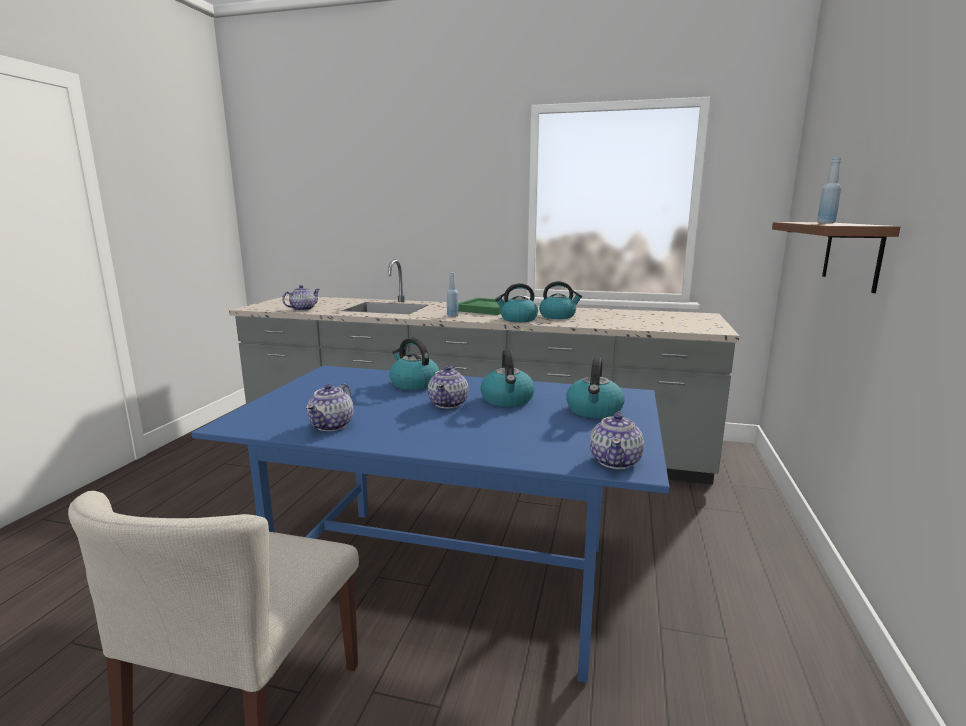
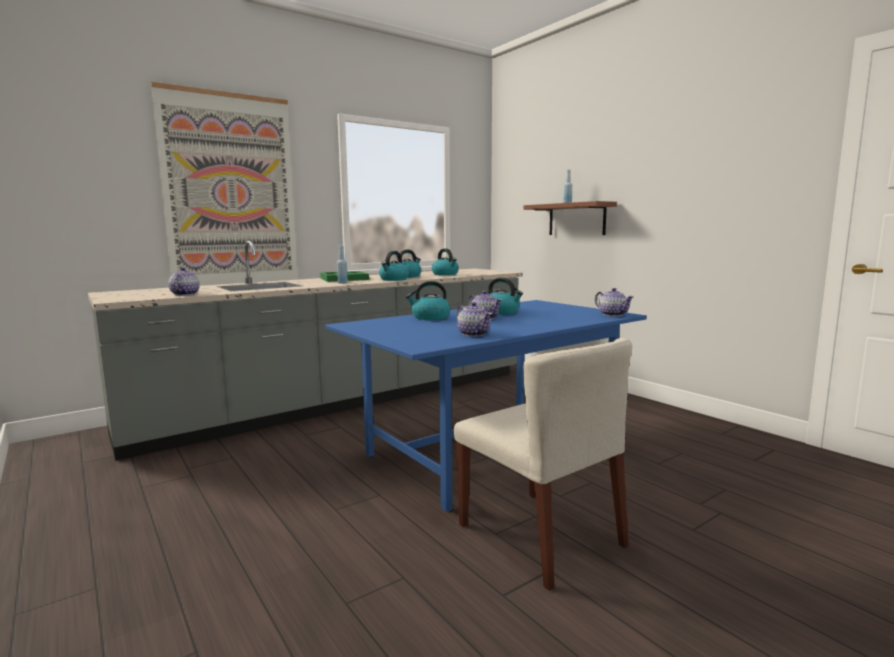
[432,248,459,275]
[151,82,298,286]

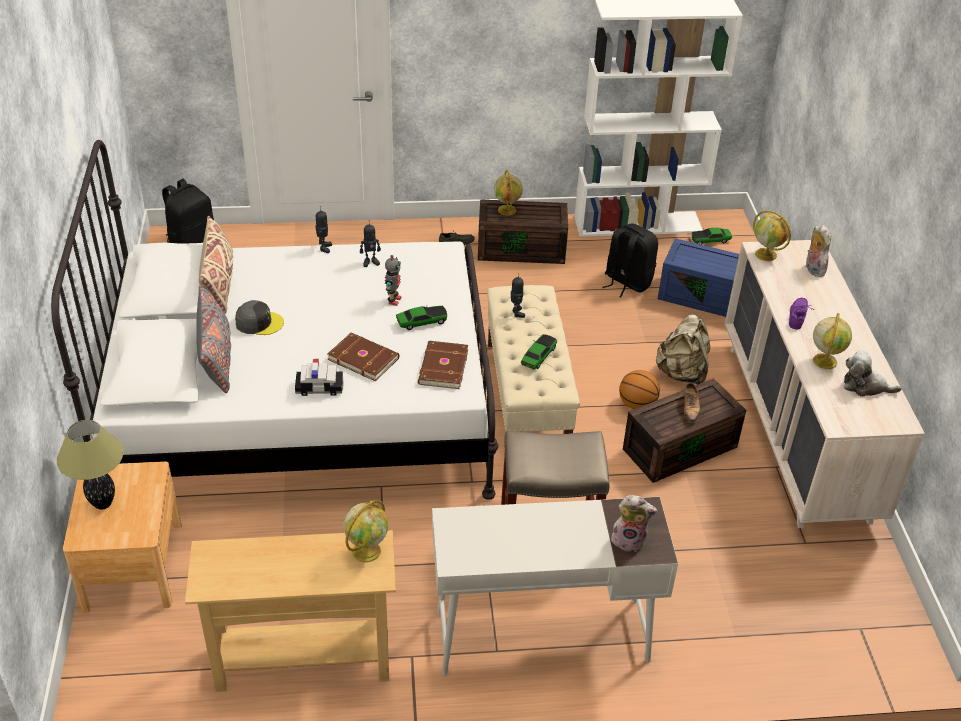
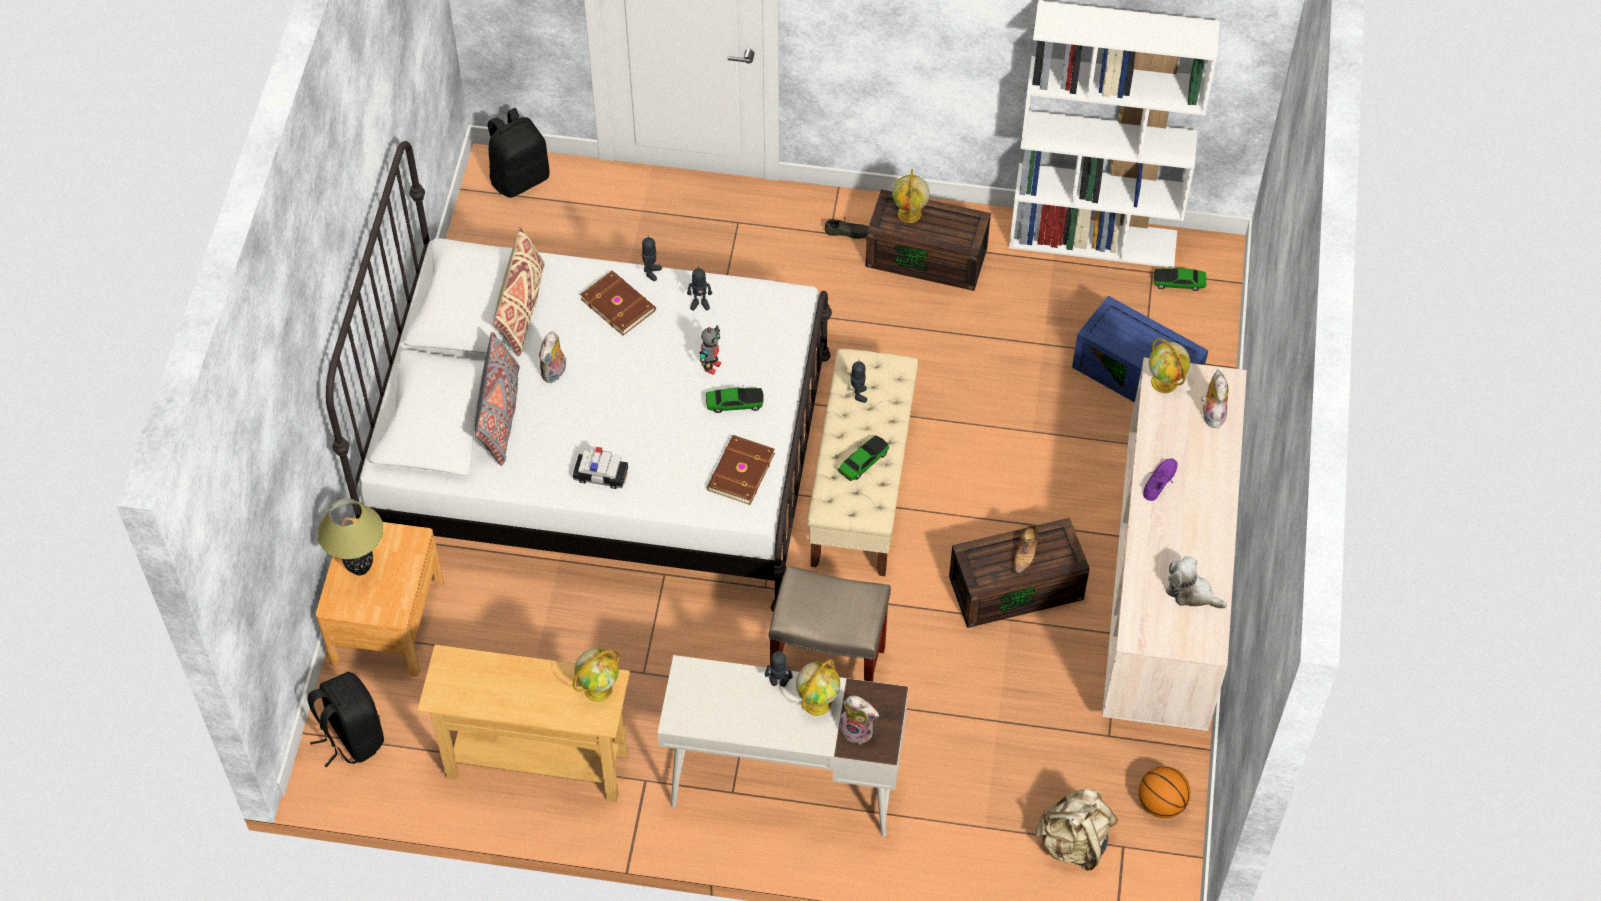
[307,672,384,768]
[539,331,567,383]
[796,659,840,716]
[1035,789,1118,871]
[580,271,656,335]
[1139,766,1191,818]
[765,651,793,687]

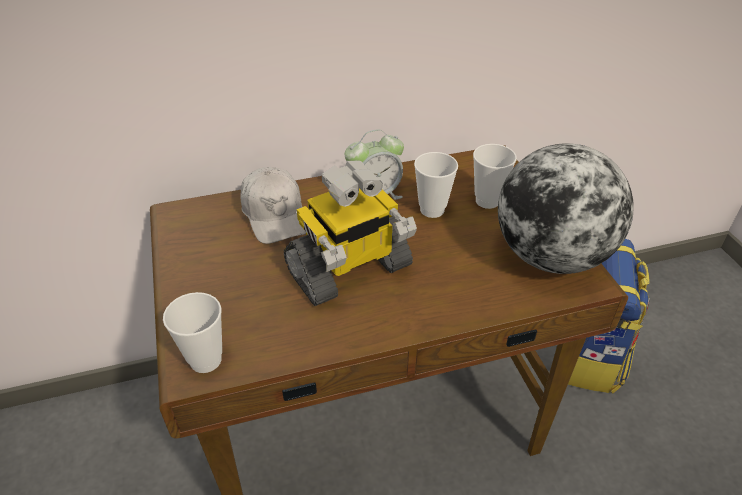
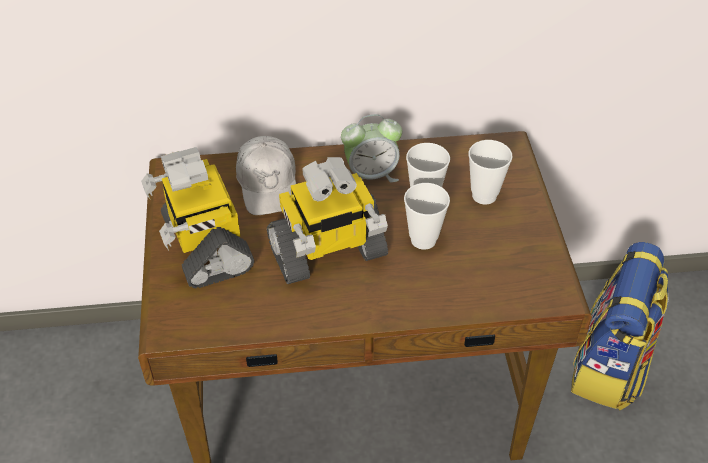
[498,143,634,274] (first image)
[404,183,450,250]
[141,147,254,289]

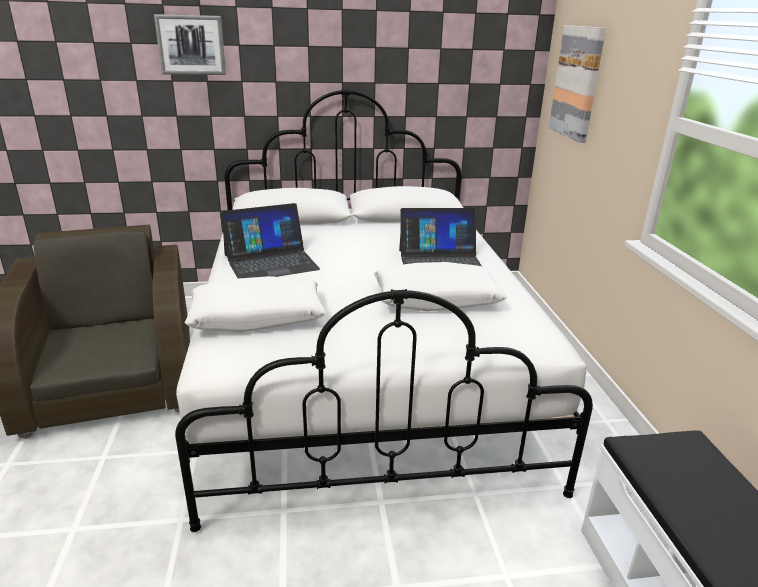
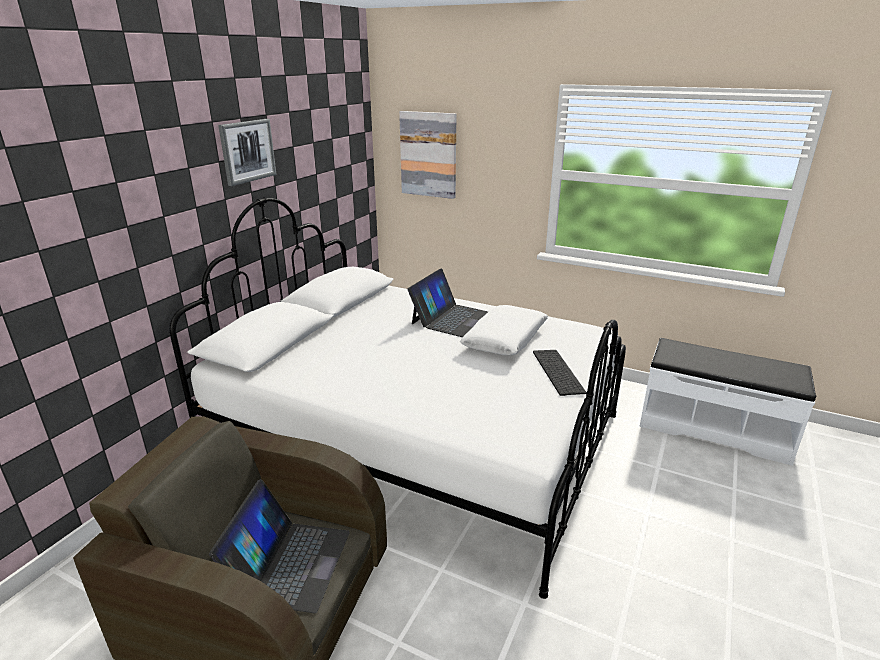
[218,119,277,186]
[209,479,350,613]
[185,276,326,332] (first image)
[533,350,586,396]

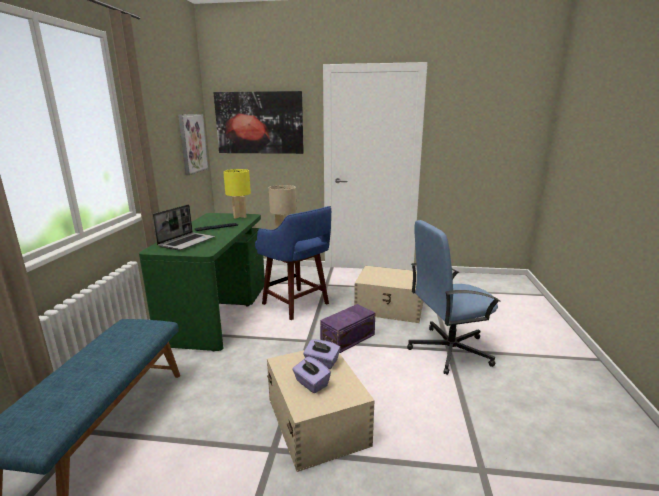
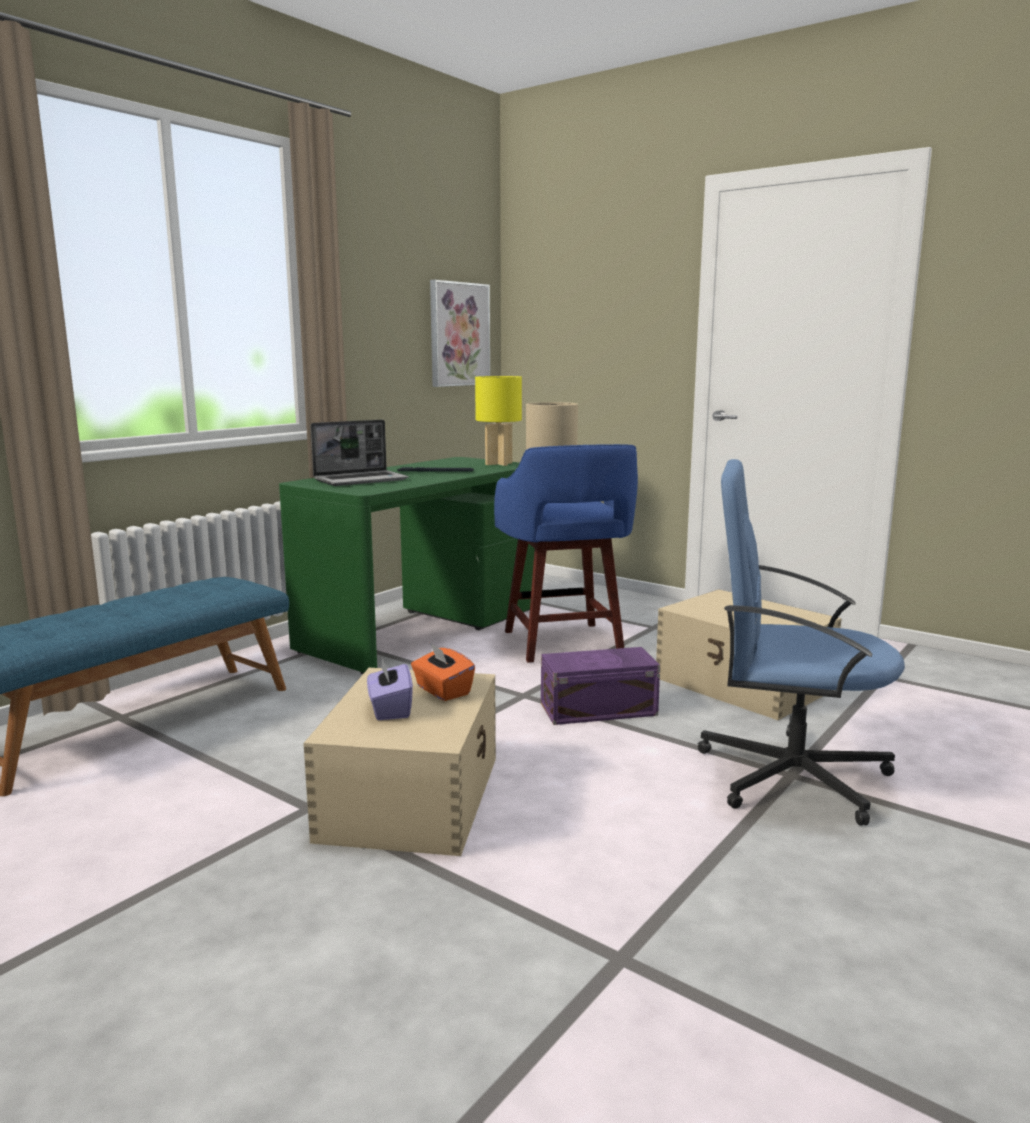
[213,91,304,154] (first image)
[411,643,475,701]

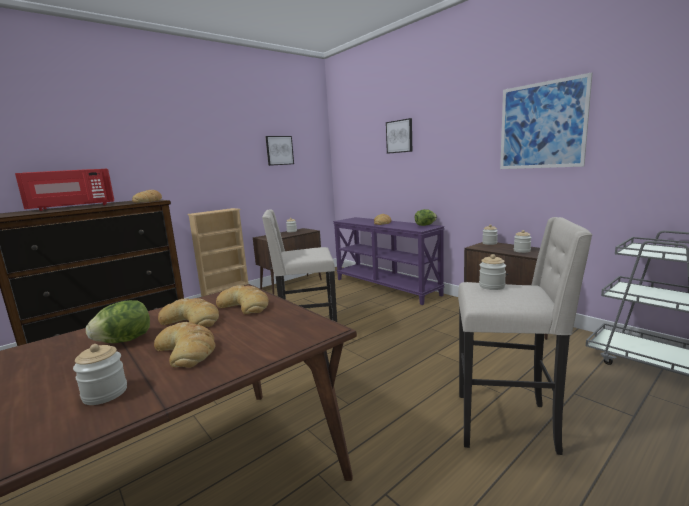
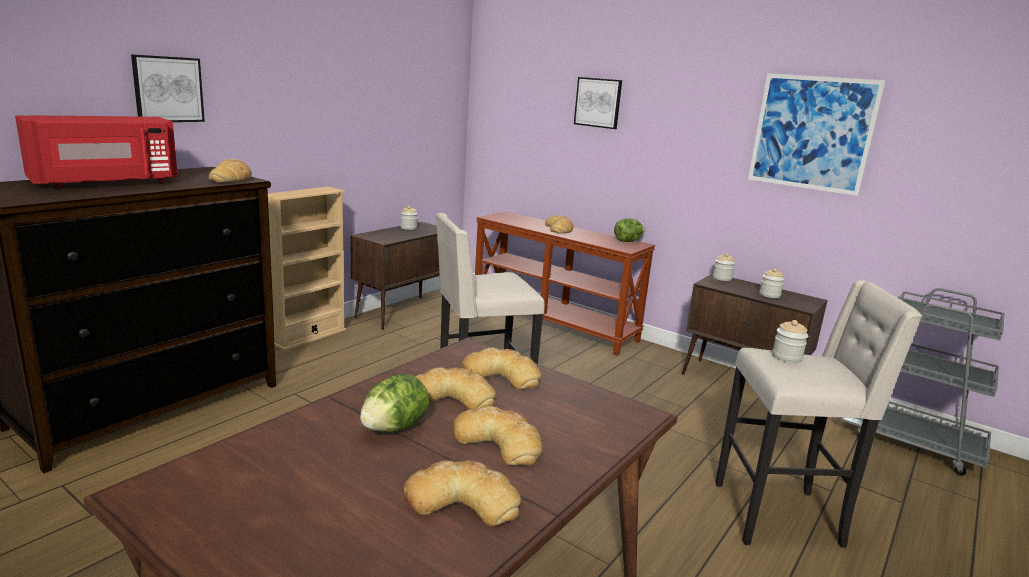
[131,54,205,122]
[475,212,656,356]
[404,460,521,526]

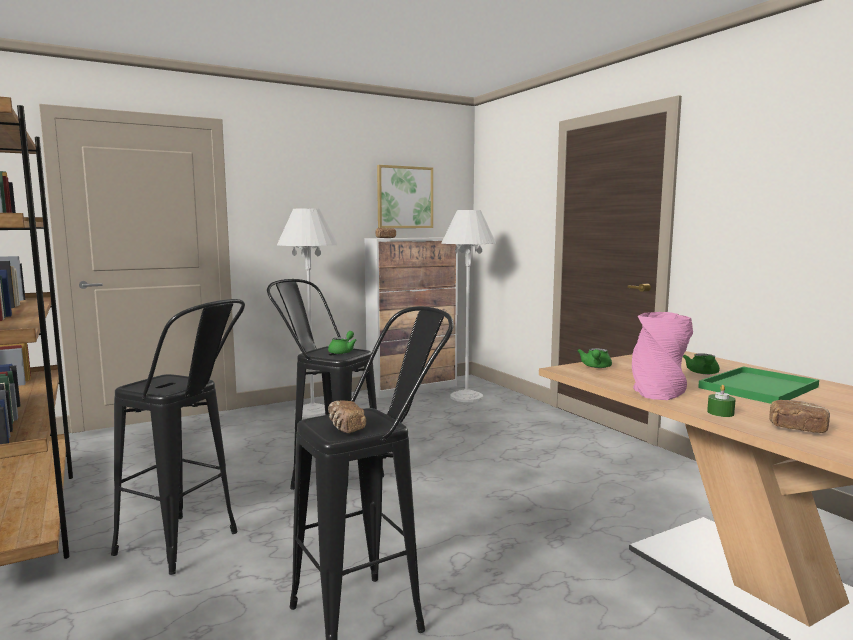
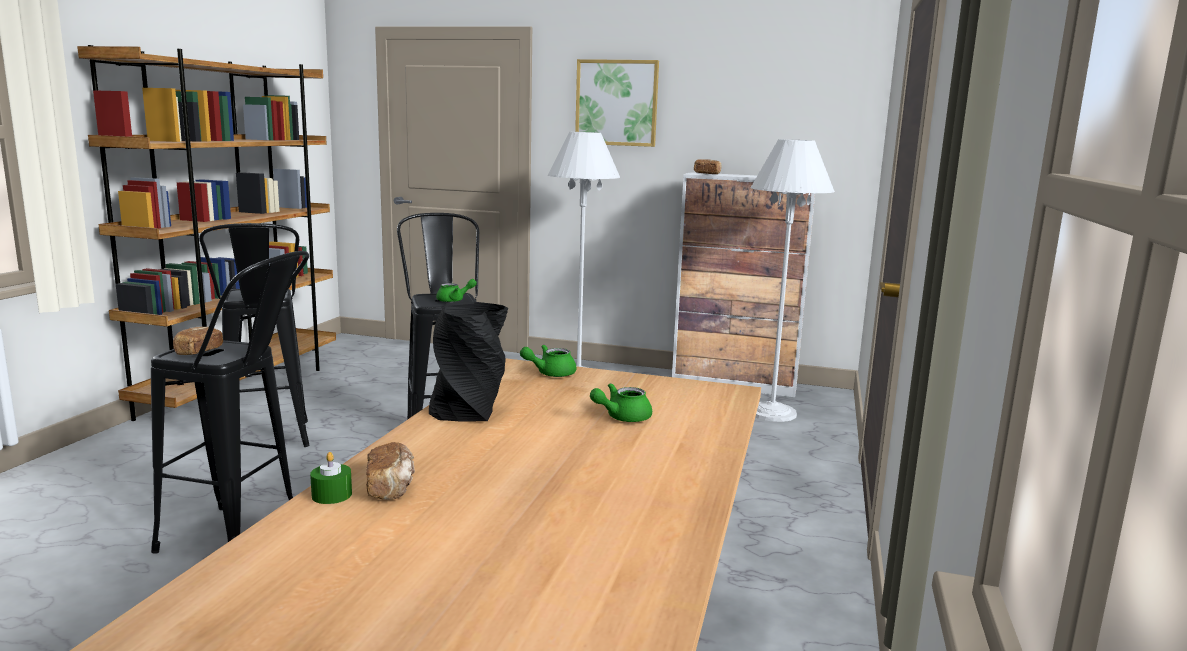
[575,59,659,147]
[429,302,508,421]
[698,366,819,404] (first image)
[310,452,352,504]

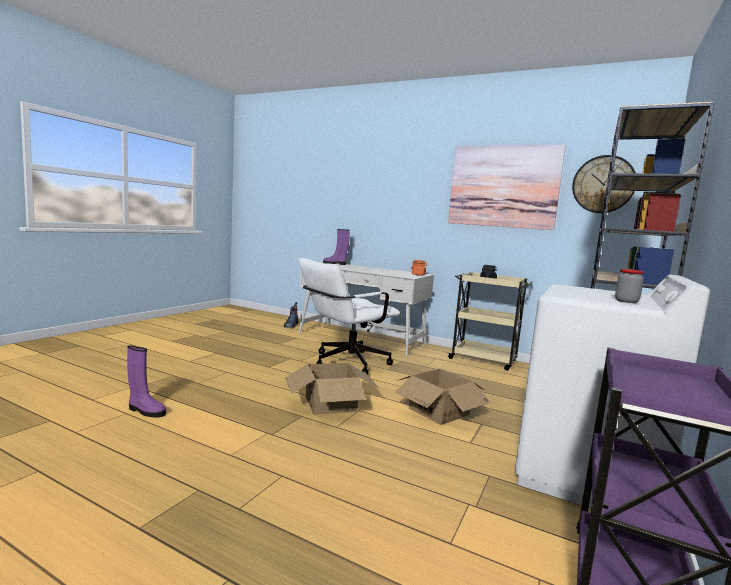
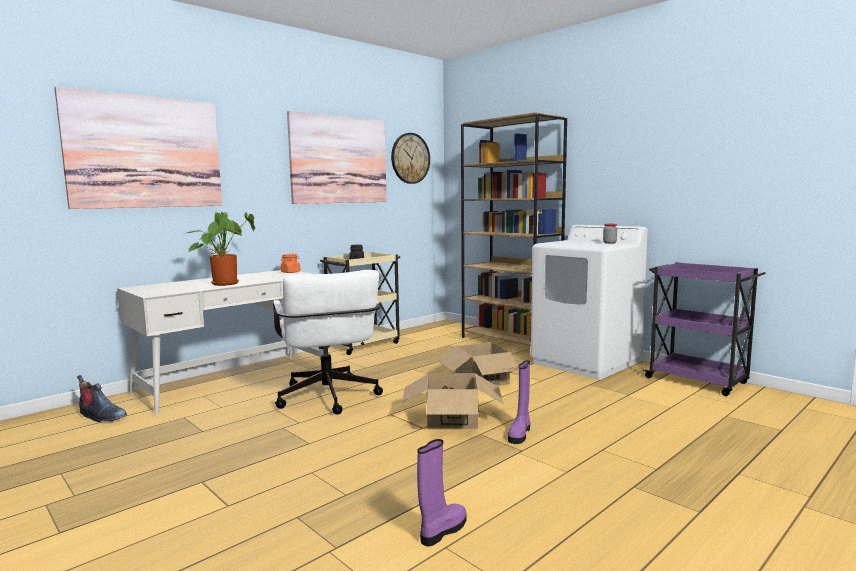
[508,360,530,444]
[55,87,222,209]
[187,212,255,286]

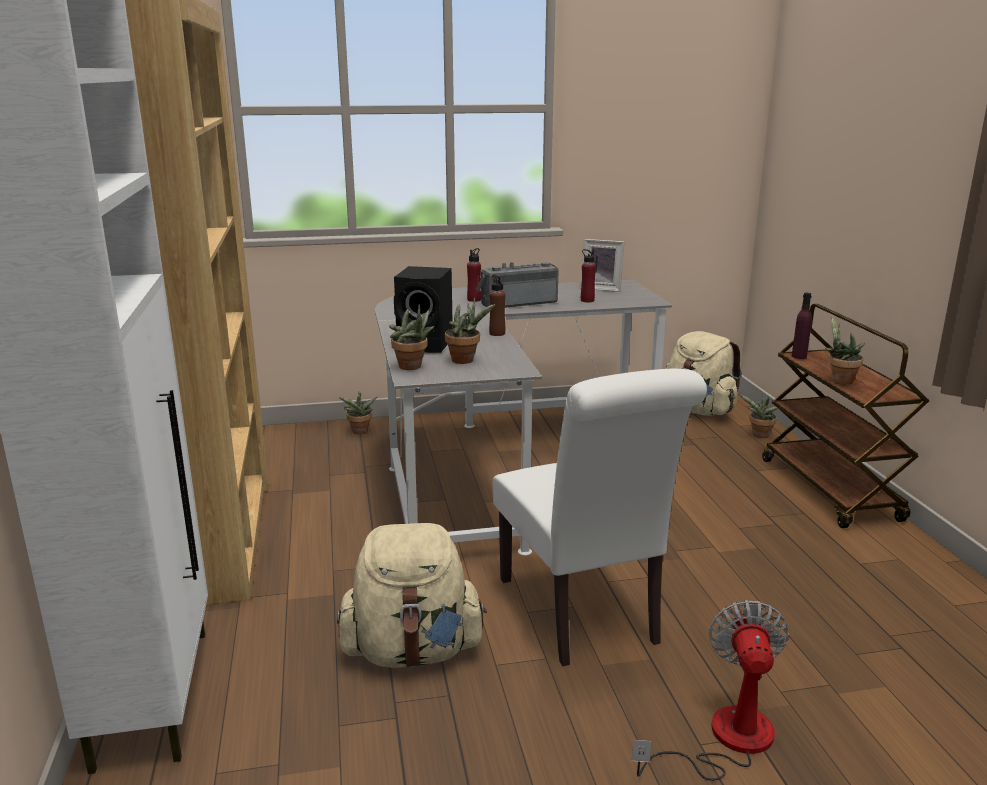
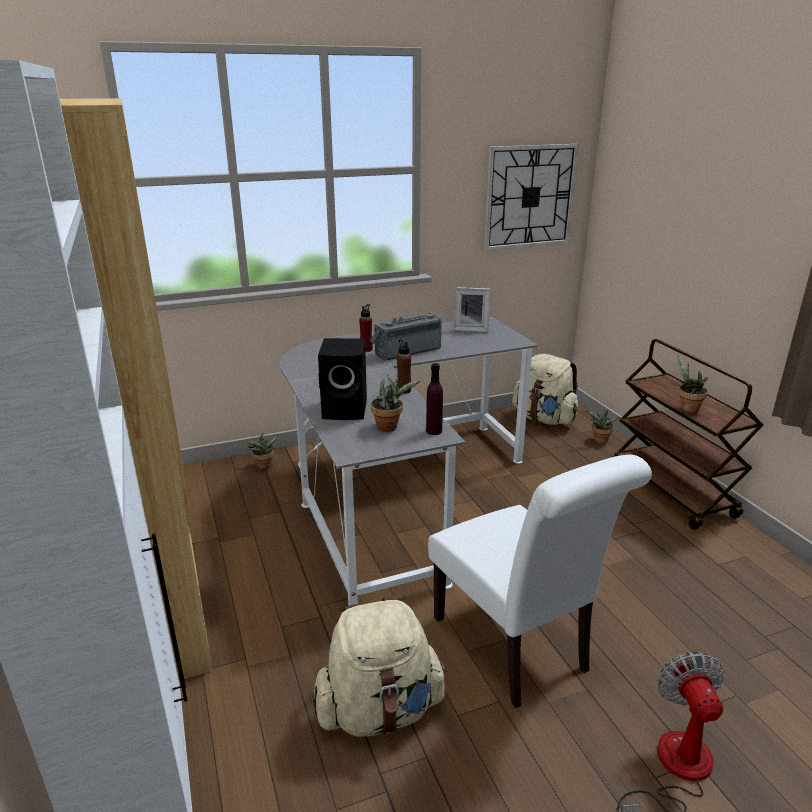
[581,249,596,302] (first image)
[426,363,443,435]
[389,304,435,370] (first image)
[484,144,579,250]

